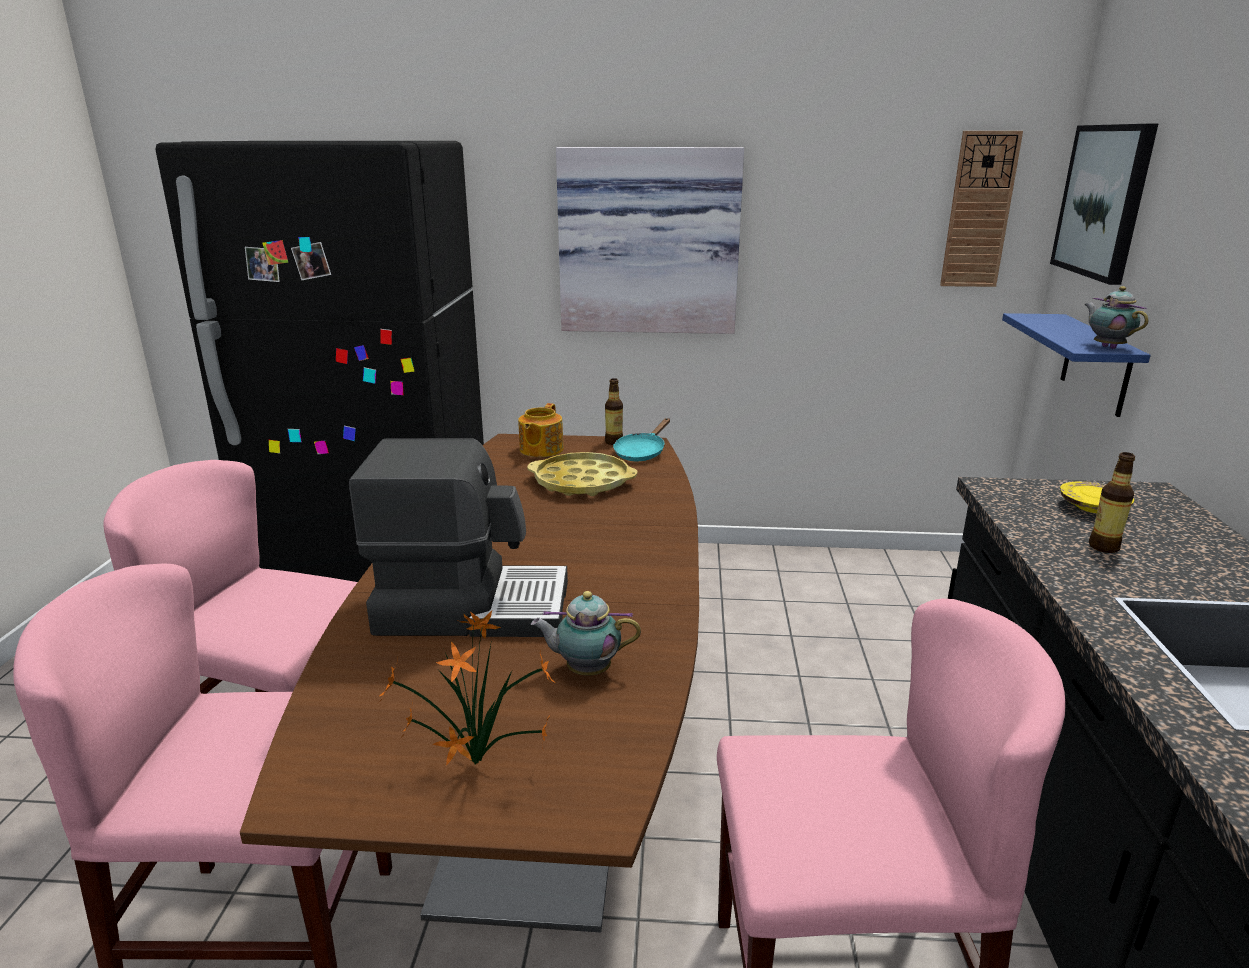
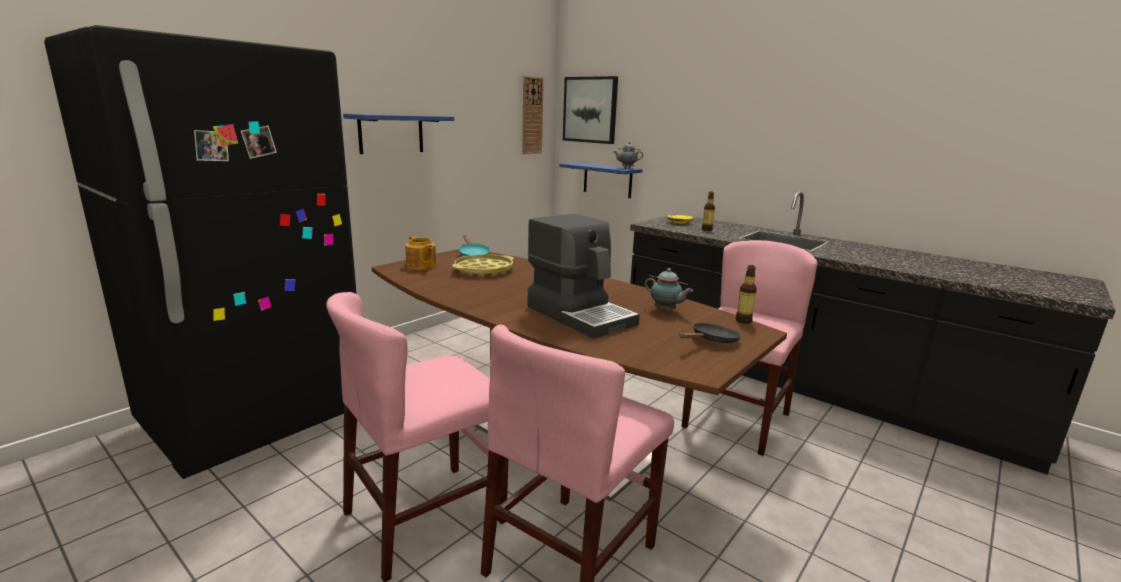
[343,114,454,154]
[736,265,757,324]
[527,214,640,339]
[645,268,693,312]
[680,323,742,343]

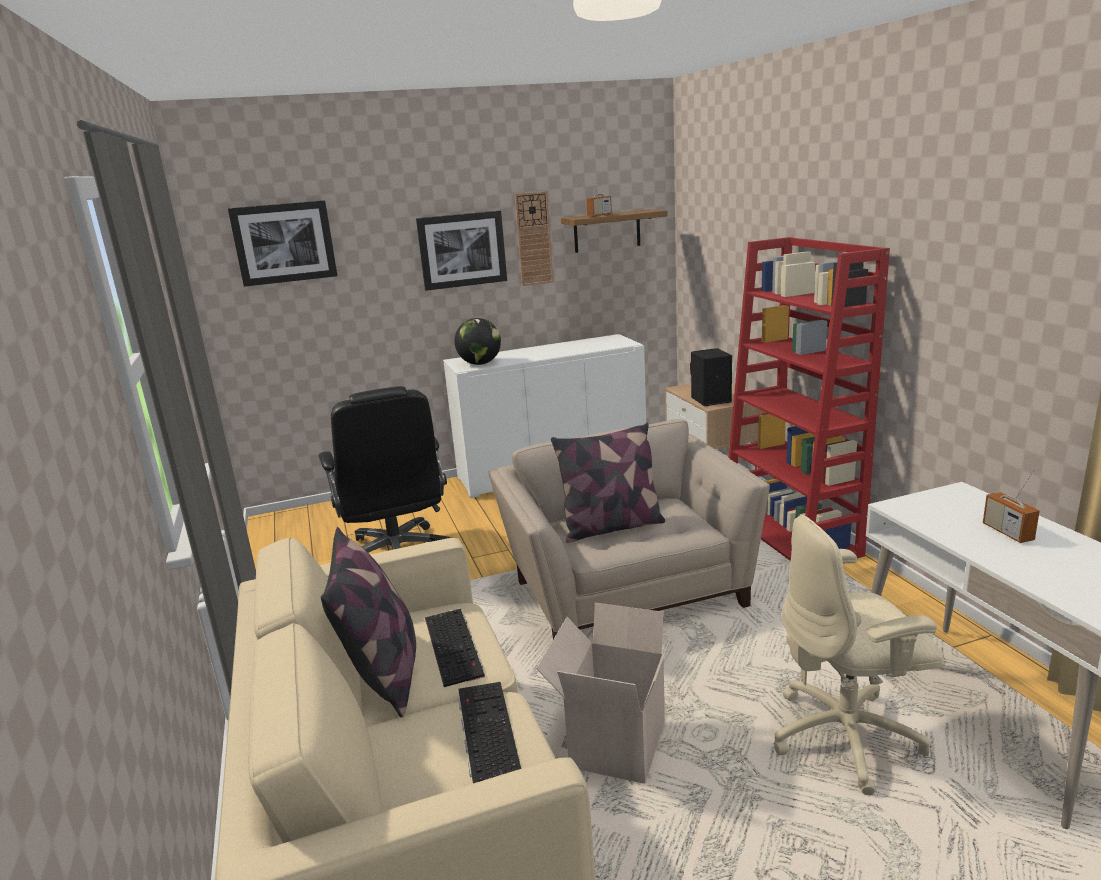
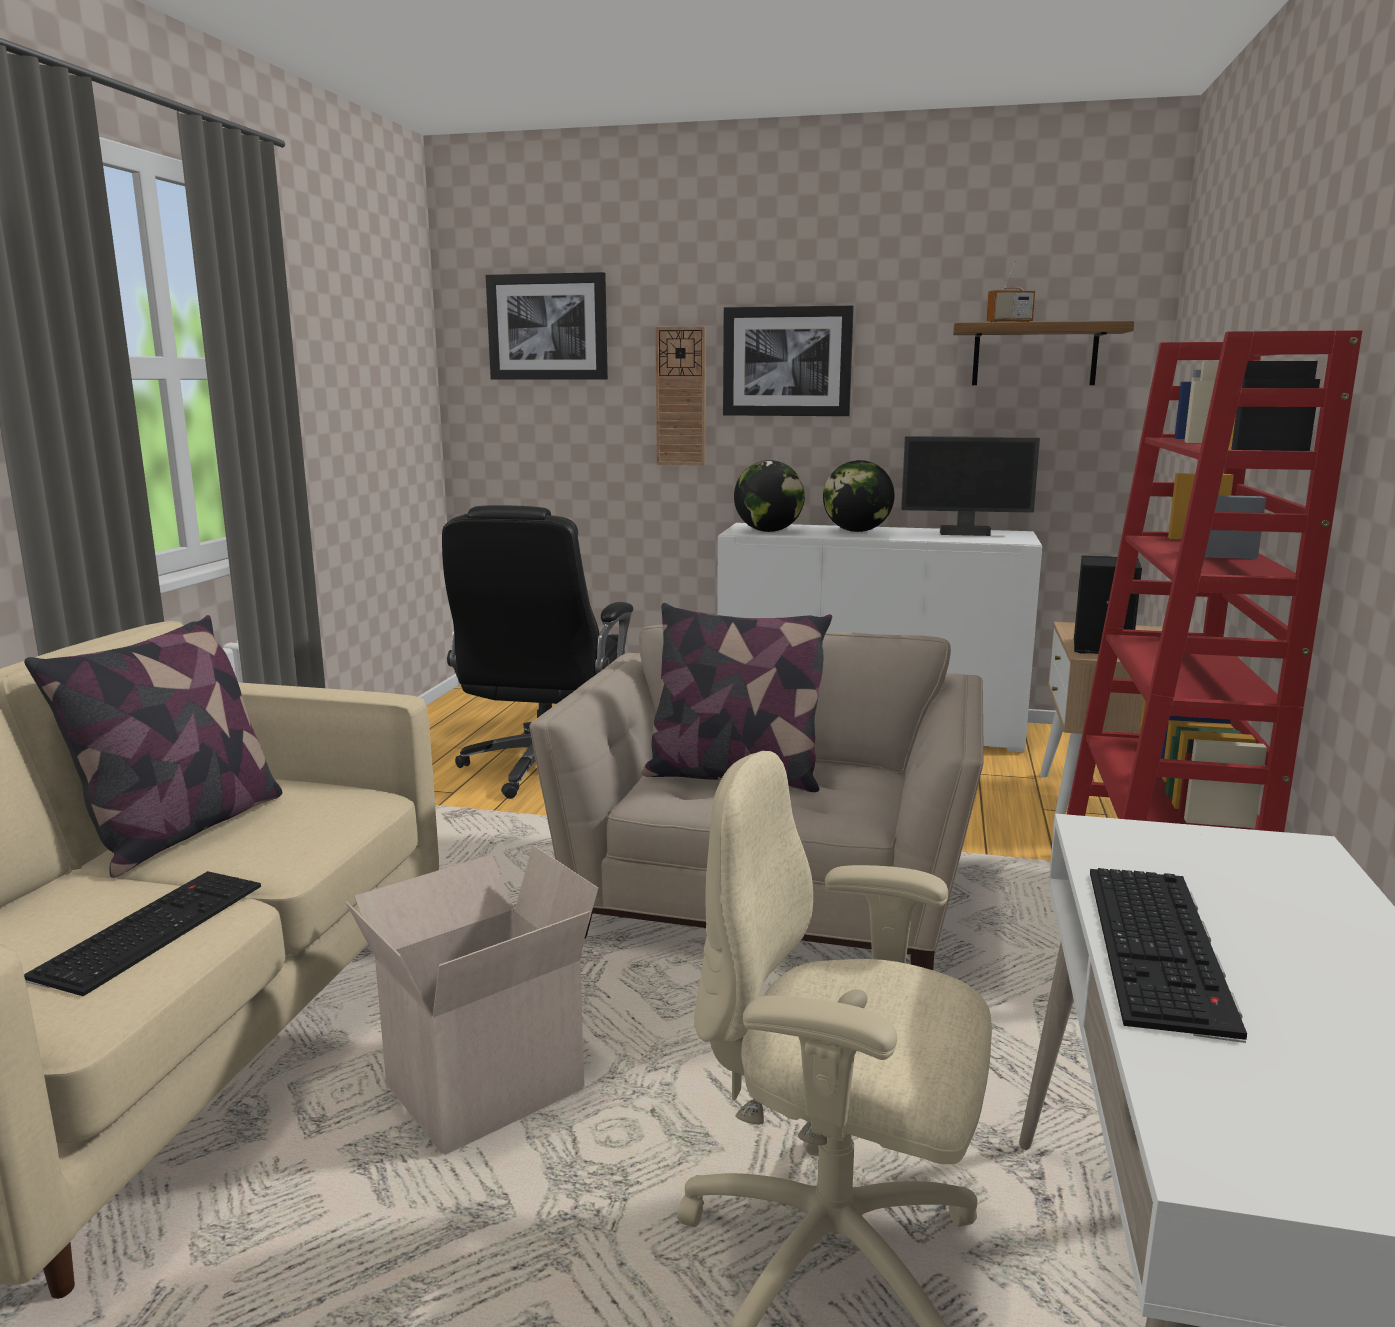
[655,326,706,465]
[983,470,1040,543] (first image)
[1090,868,1247,1043]
[901,436,1040,536]
[823,460,895,532]

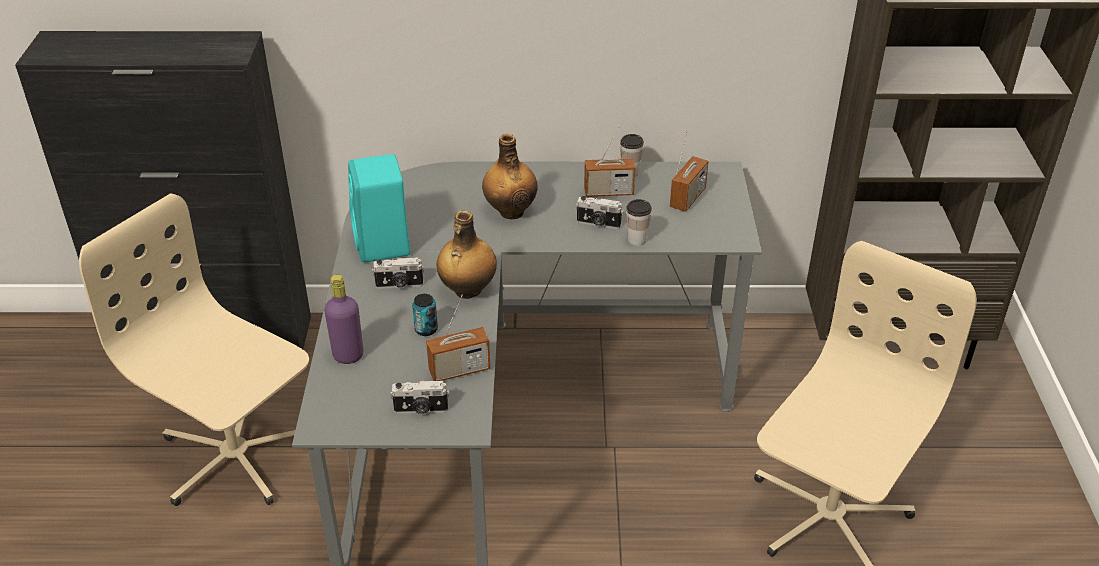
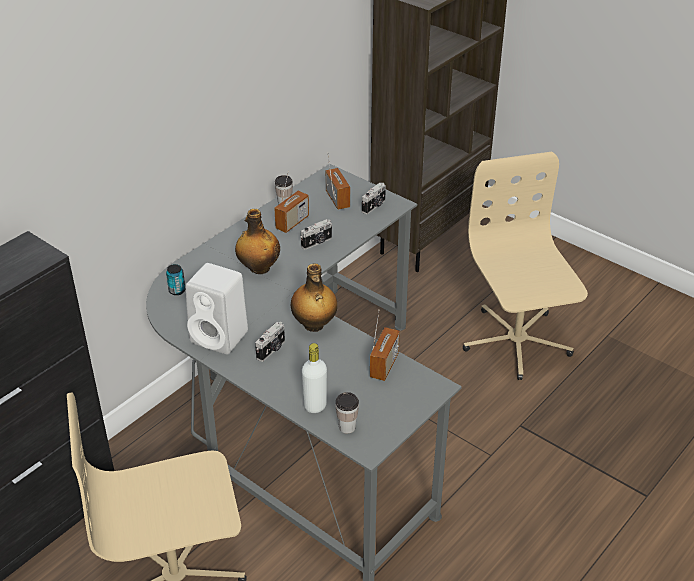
[186,263,248,355]
[336,392,359,433]
[302,343,327,413]
[166,264,186,295]
[362,183,386,214]

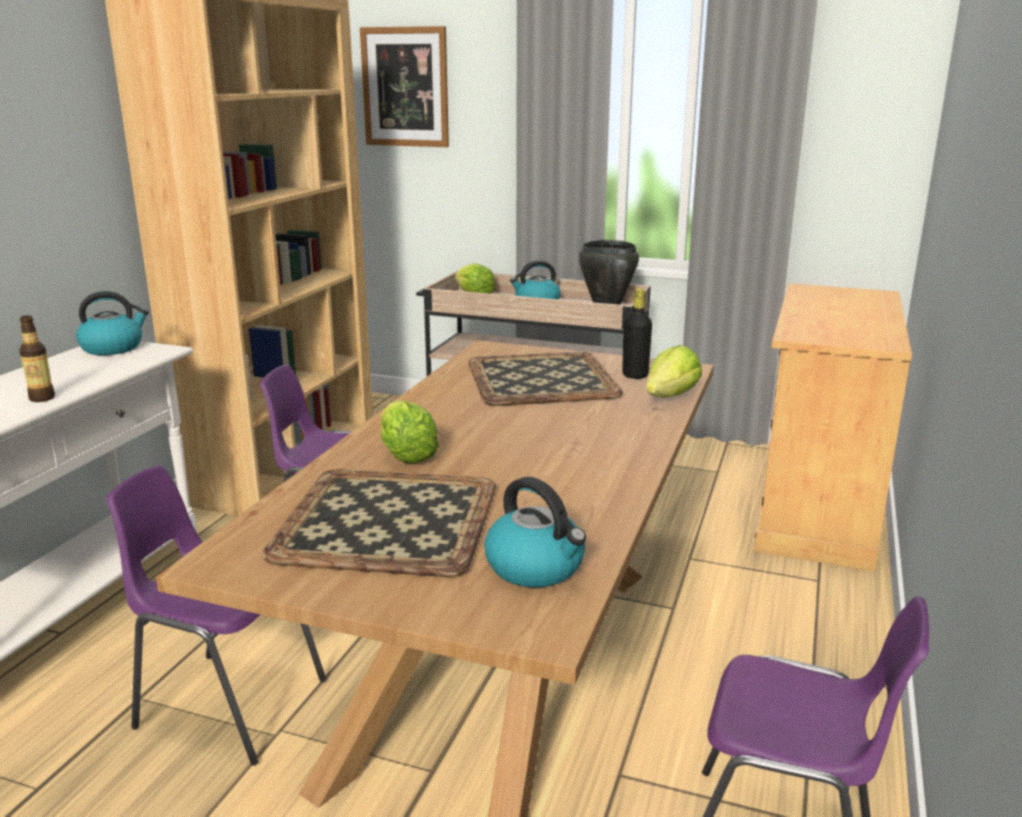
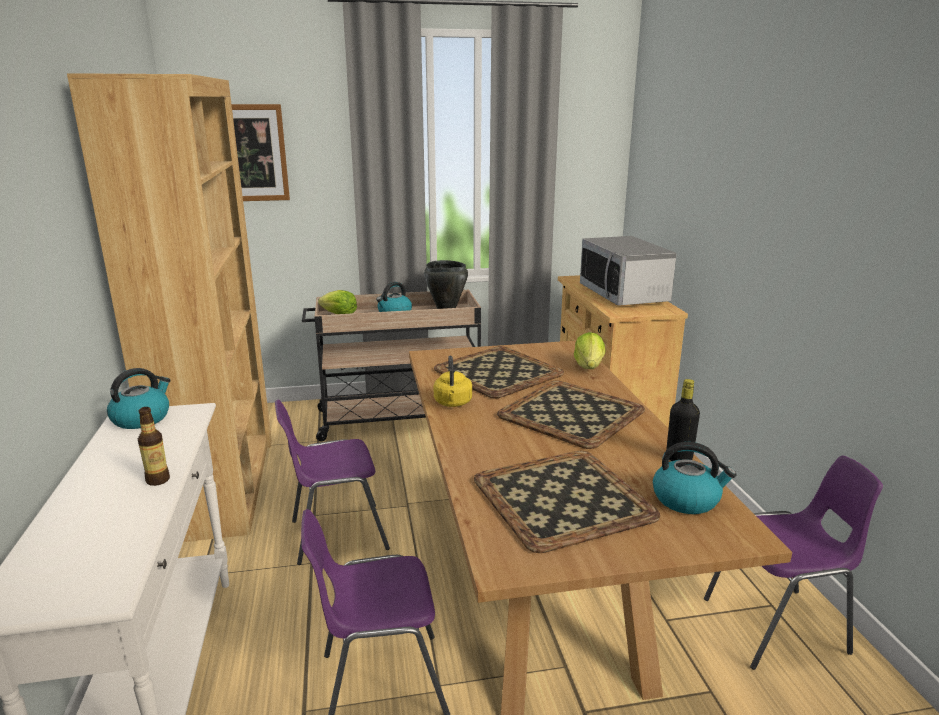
[666,379,700,461]
[380,400,439,463] (first image)
[580,236,677,306]
[434,356,472,407]
[497,380,645,449]

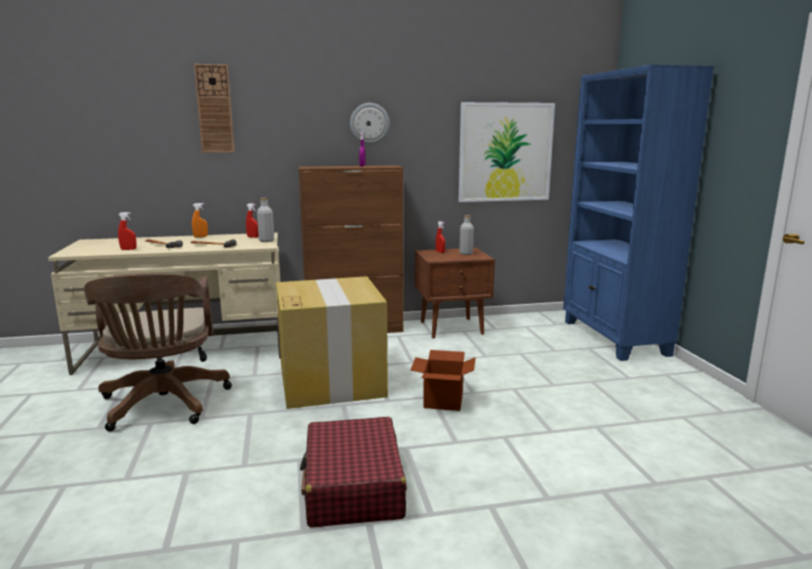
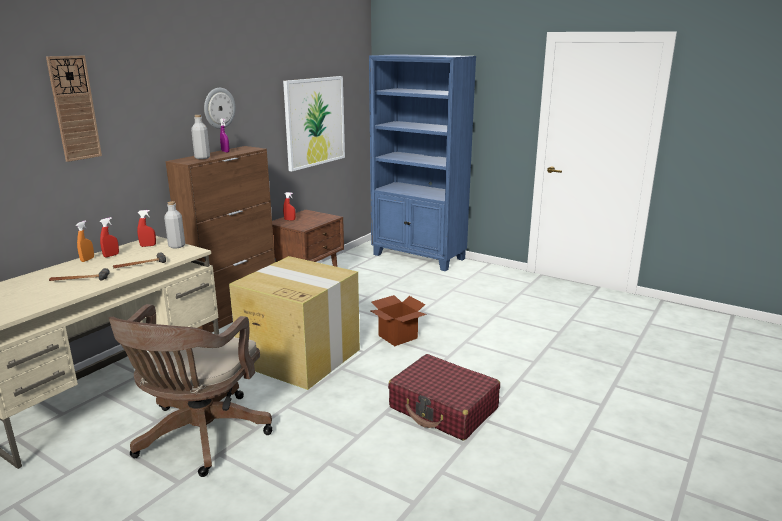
[100,217,119,257]
[191,115,210,159]
[109,304,272,477]

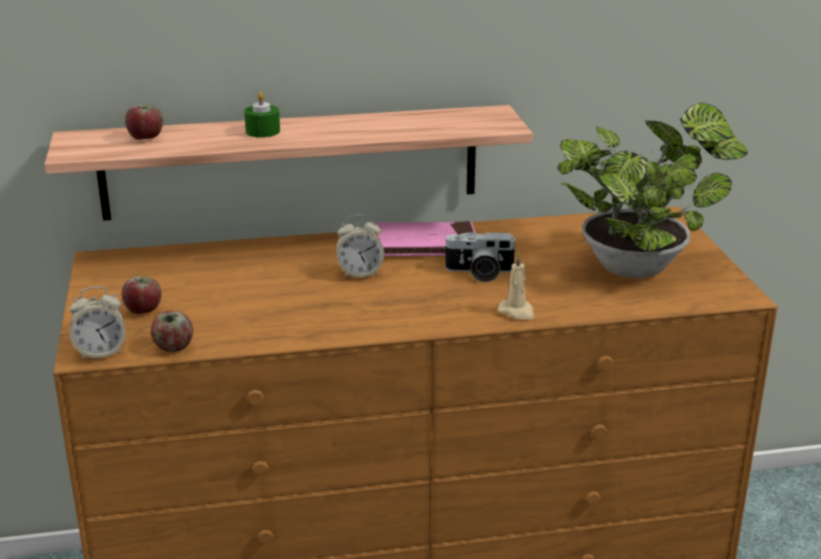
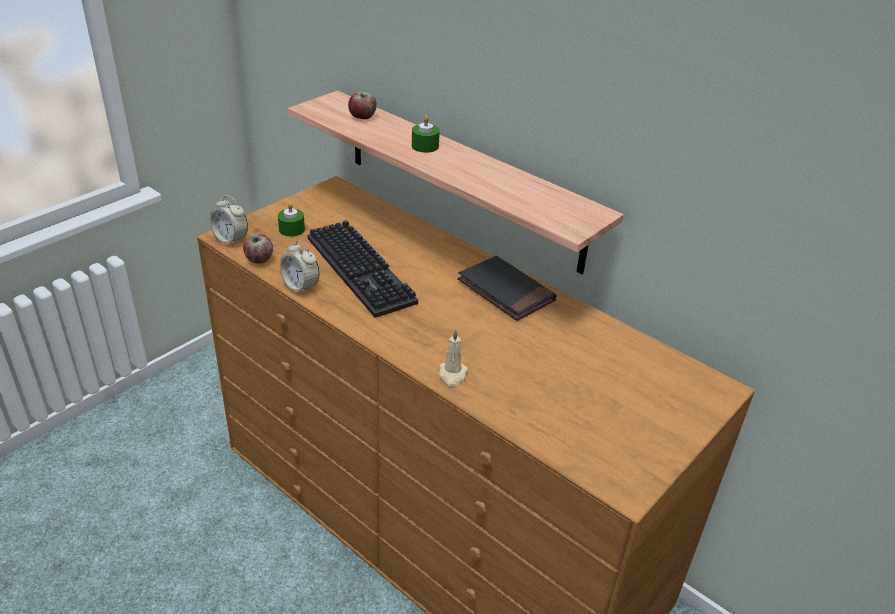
[557,103,748,278] (first image)
[280,240,319,295]
[458,256,557,321]
[443,232,517,282] (first image)
[278,203,305,237]
[308,220,418,318]

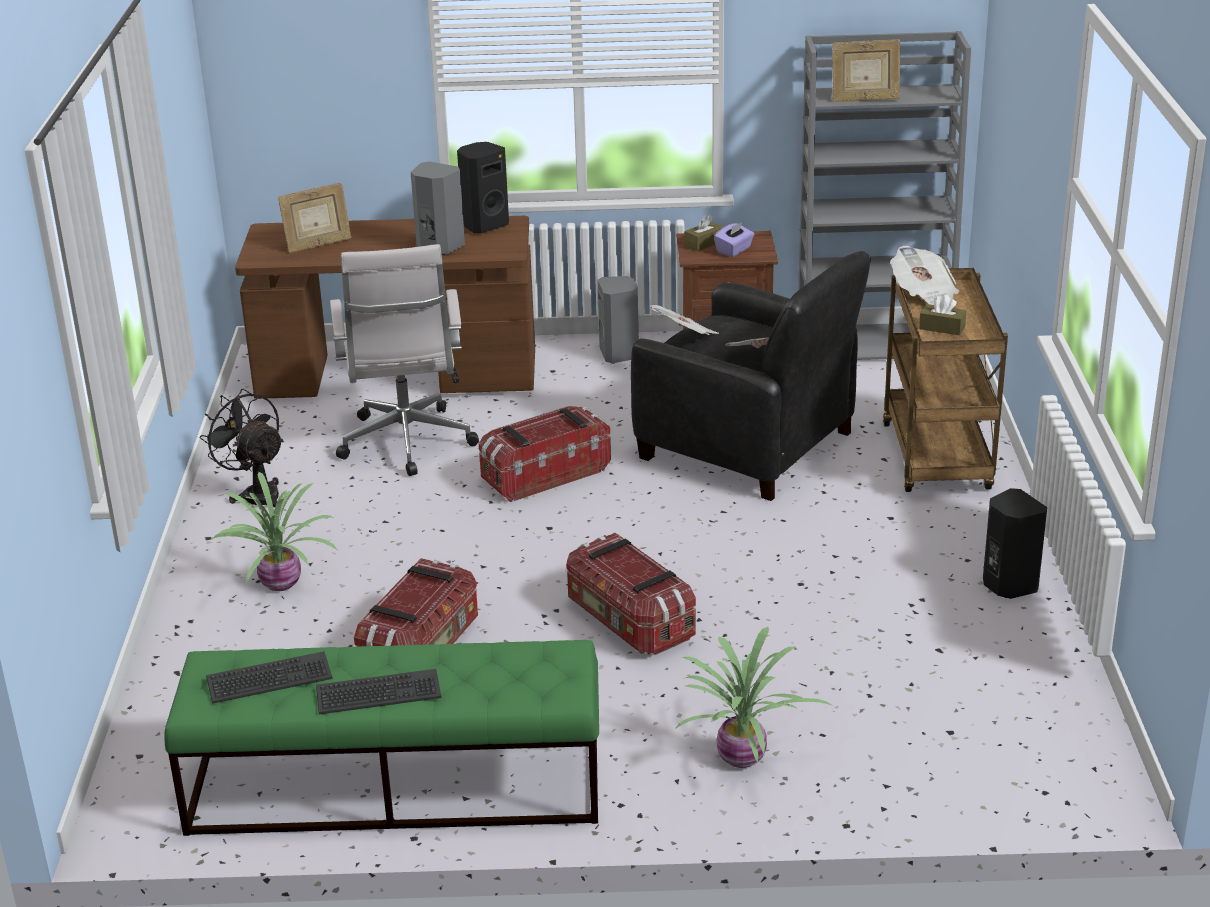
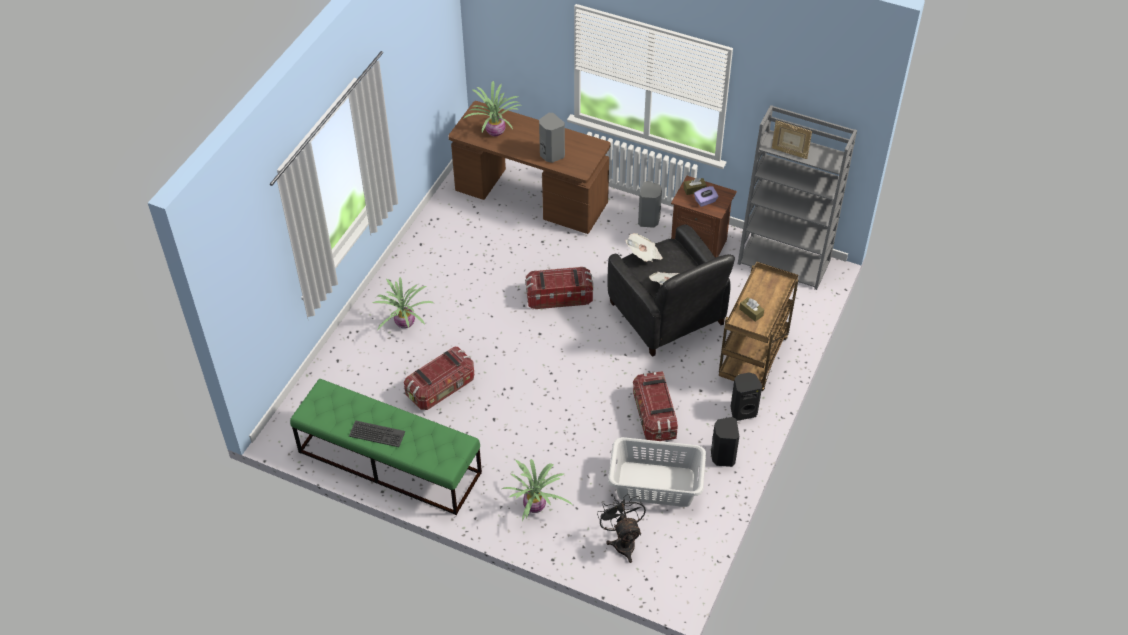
[731,372,762,421]
[463,81,521,136]
[330,244,479,476] (first image)
[890,246,959,305] (first image)
[597,494,646,563]
[633,371,678,441]
[206,651,333,704] (first image)
[608,437,706,507]

